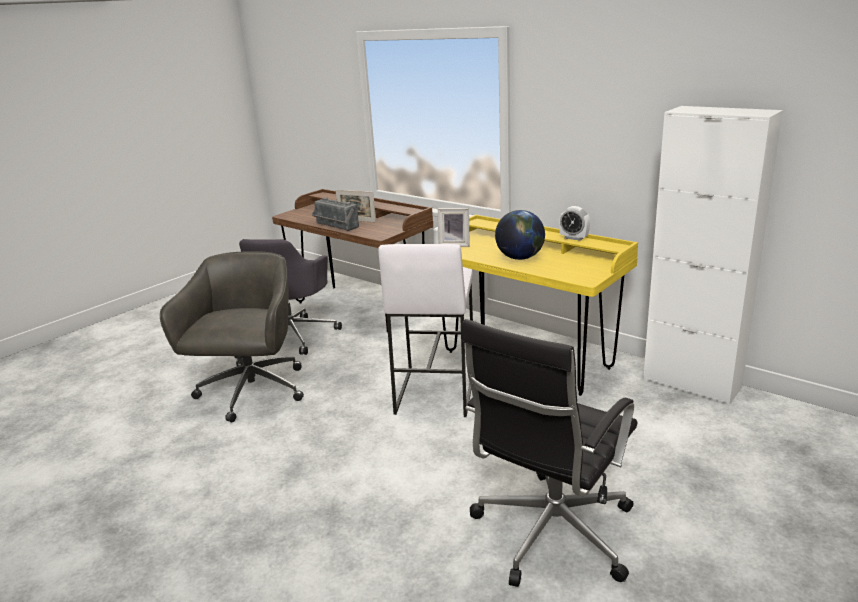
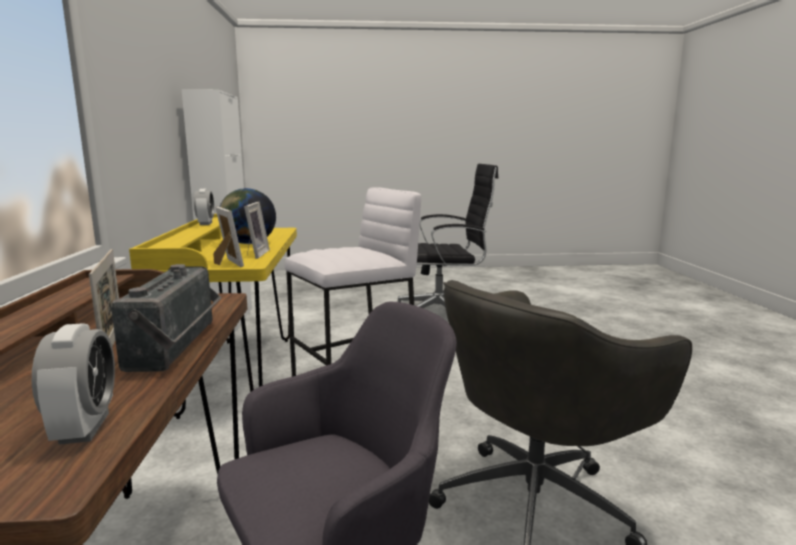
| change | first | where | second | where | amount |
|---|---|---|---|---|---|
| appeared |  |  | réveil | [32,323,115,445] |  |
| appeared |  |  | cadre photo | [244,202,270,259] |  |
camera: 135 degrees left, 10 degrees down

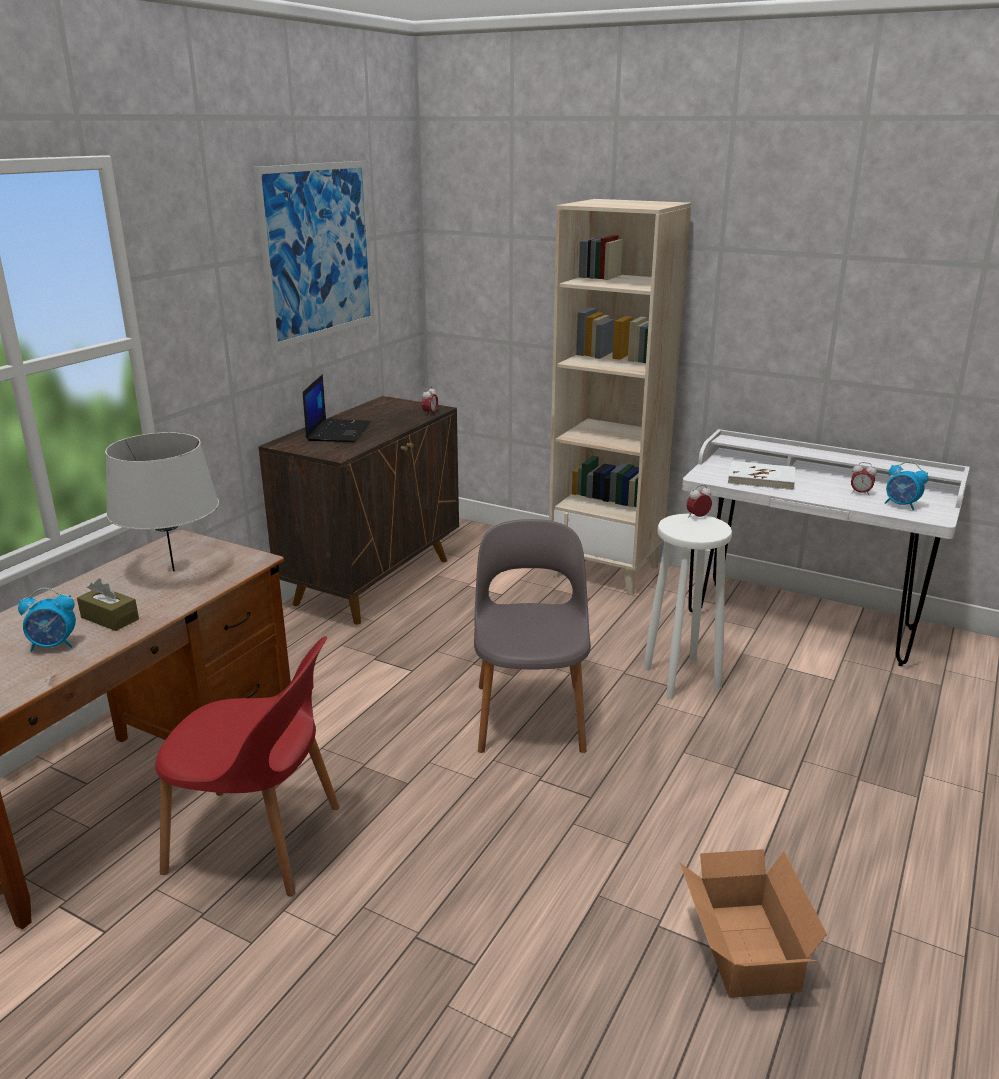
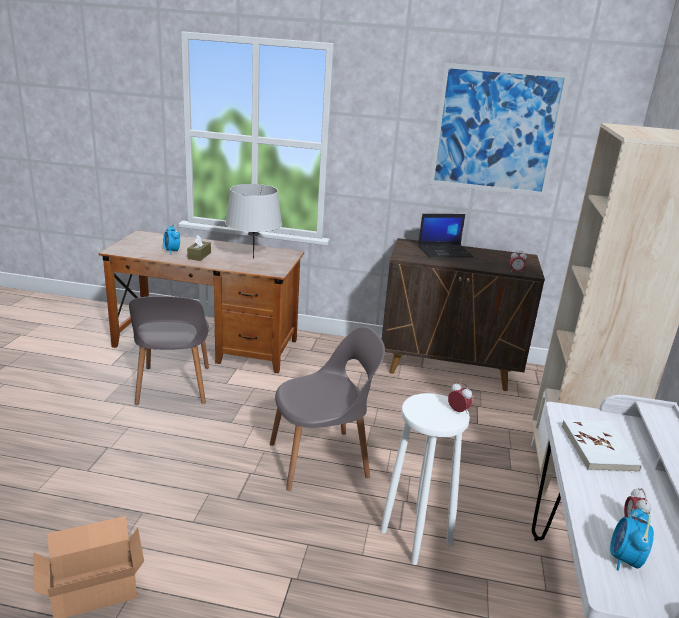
| change | first | where | second | where | amount |
|---|---|---|---|---|---|
| colour | chaise (rouge) | [155,636,340,896] | chaise (gris) | [129,296,209,405] |  |
camera: 70 degrees right, 0 degrees up

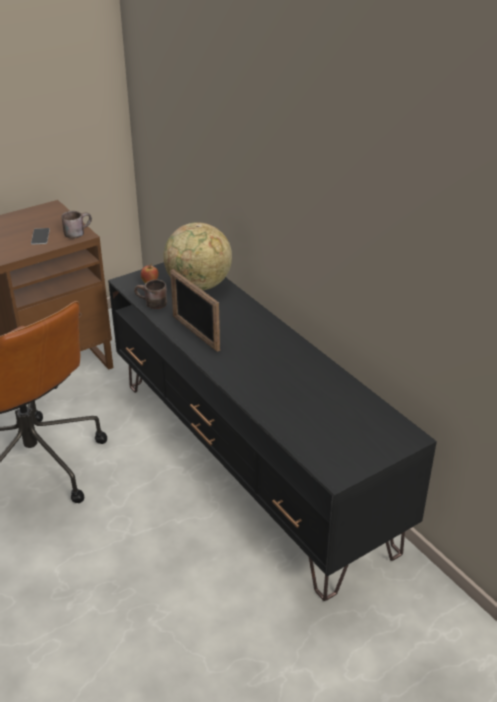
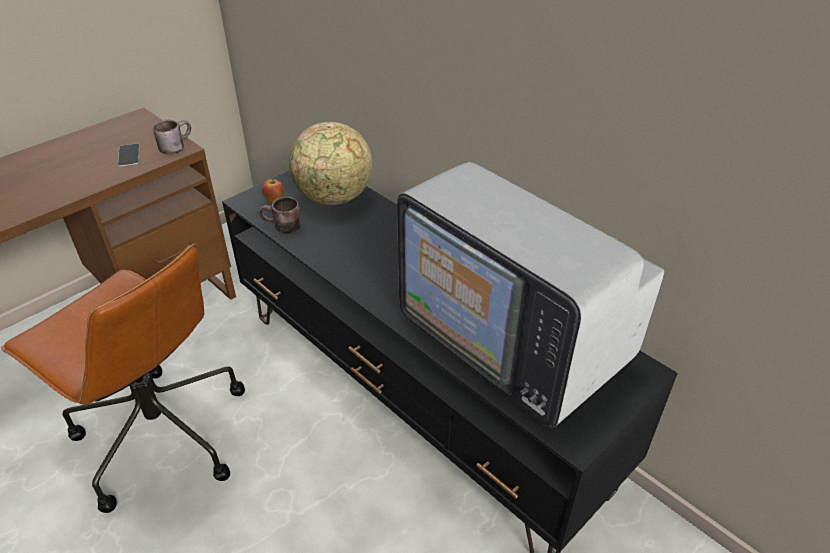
| change | first | where | second | where | amount |
|---|---|---|---|---|---|
| missing | cadre photo | [170,269,220,352] |  |  |  |
| appeared |  |  | téléviseur | [397,162,664,427] |  |
camera: 10 degrees left, 5 degrees up

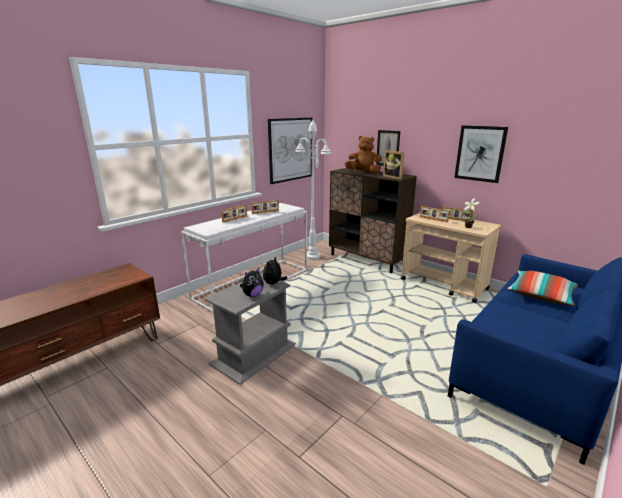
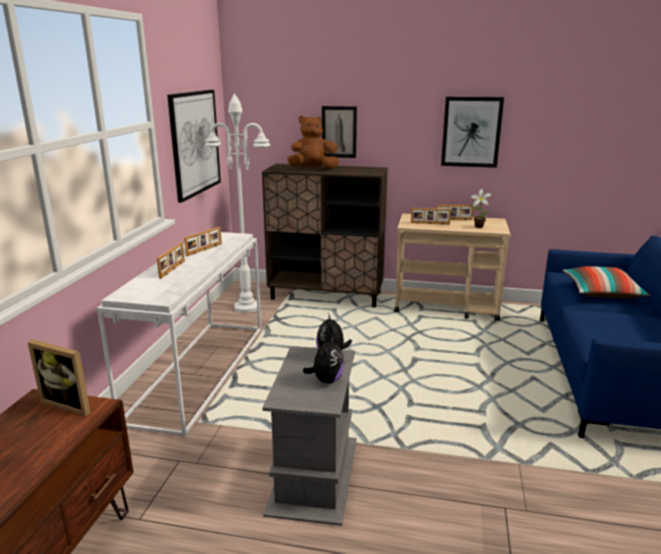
| change | first | where | second | where | amount |
|---|---|---|---|---|---|
| relocated | cadre photo | [383,150,404,179] |  | [28,340,91,416] |  |
camera: 30 degrees left, 0 degrees up

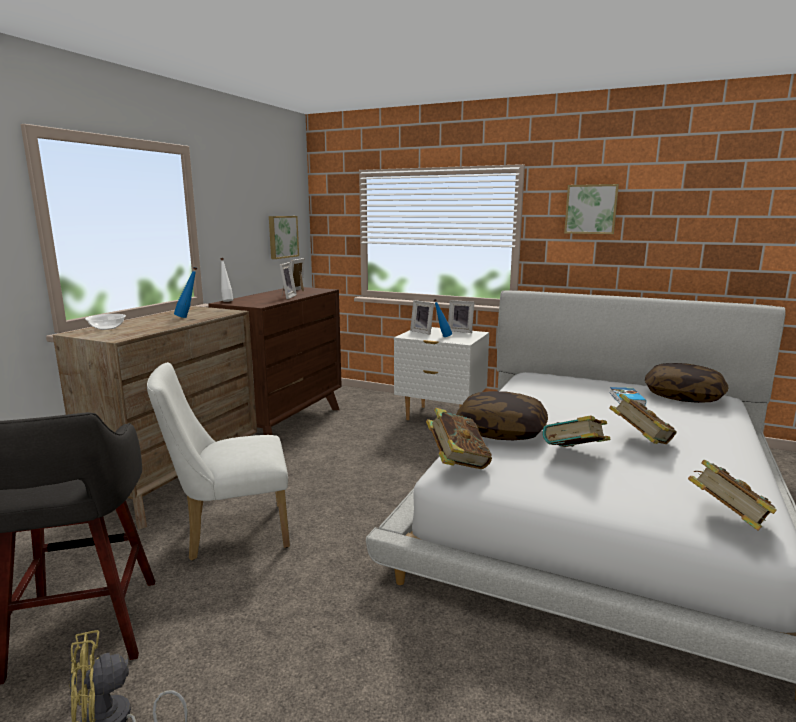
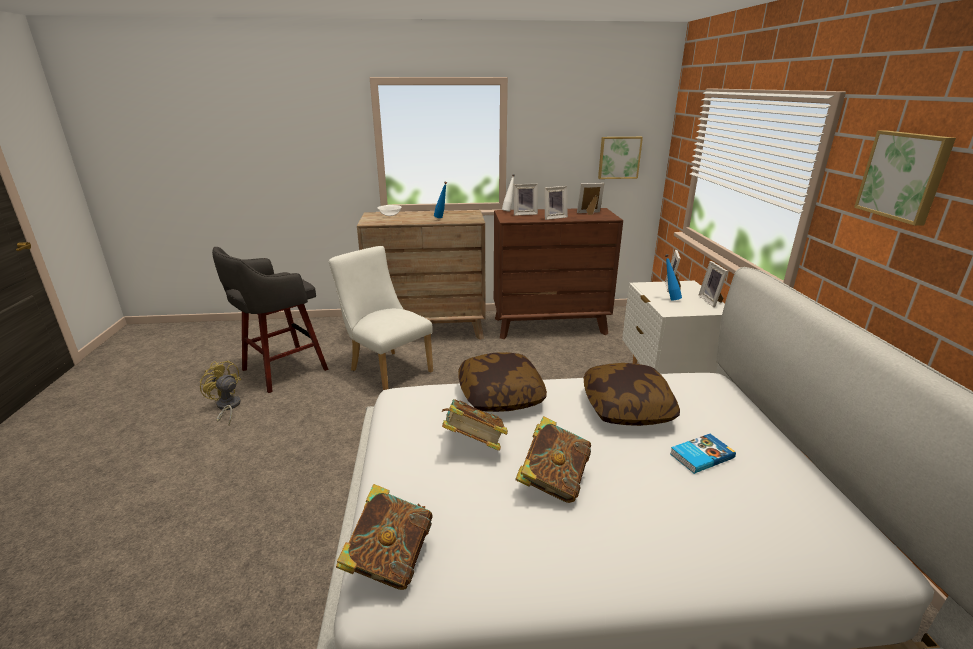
| change | first | where | second | where | amount |
|---|---|---|---|---|---|
| missing | livre | [426,408,492,469] |  |  |  |
| relocated | coussin | [645,363,729,403] |  | [584,363,680,426] |  |
| appeared |  |  | cadre photo | [513,183,538,216] |  |
camera: 60 degrees right, 10 degrees up

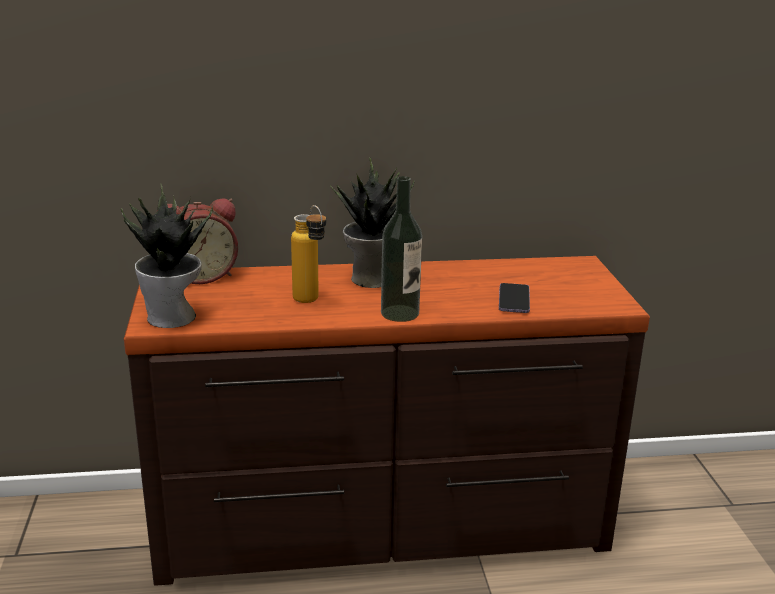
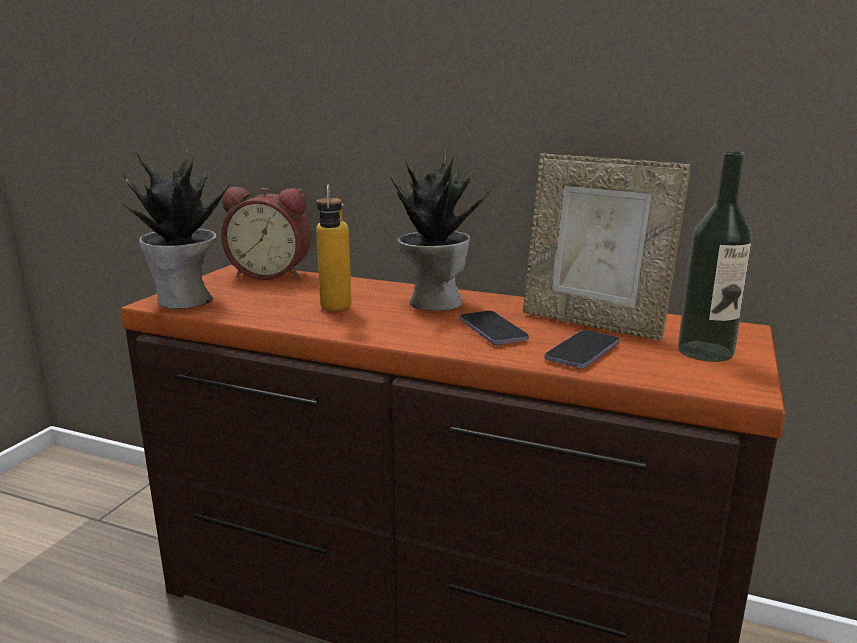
| change | first | where | second | where | amount |
|---|---|---|---|---|---|
| relocated | bouteille | [381,176,422,322] |  | [678,151,753,362] |  |
| appeared |  |  | téléphone | [460,311,529,345] |  |
| appeared |  |  | cadre photo | [523,153,691,341] |  |
camera: 30 degrees right, 5 degrees down

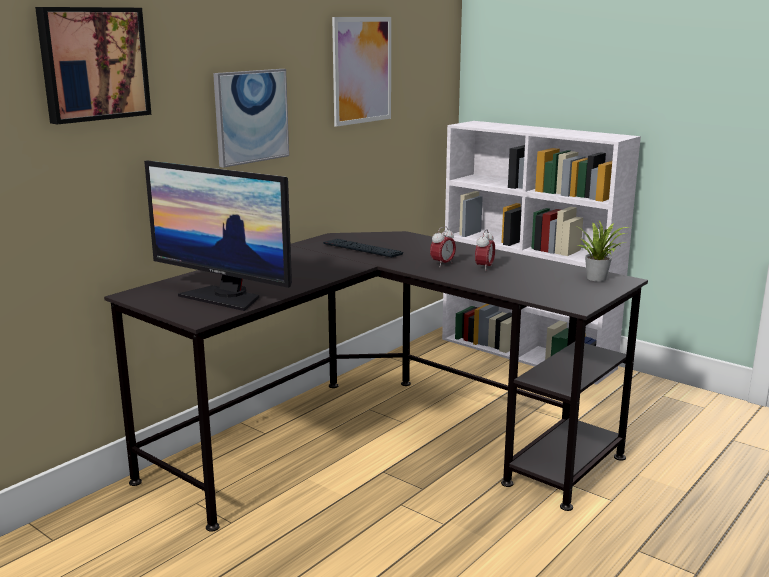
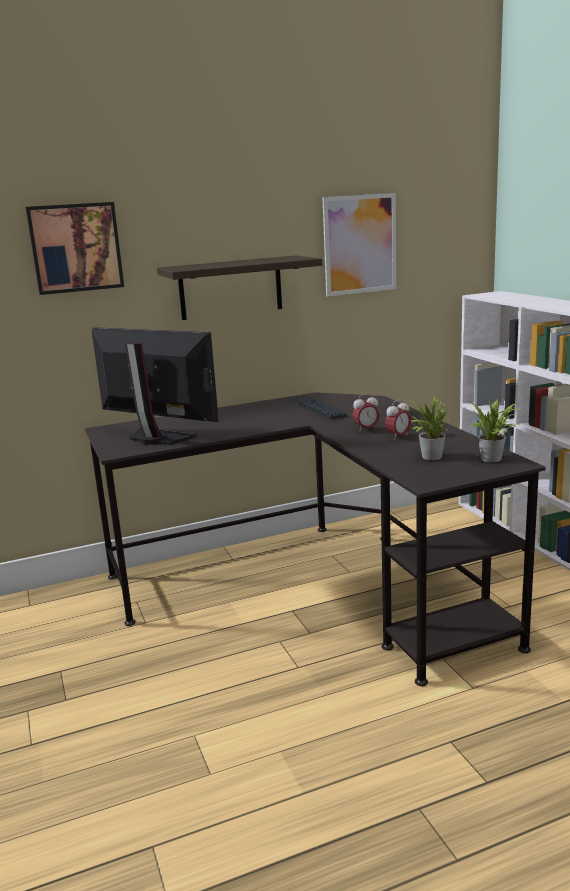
| change | first | where | second | where | amount |
|---|---|---|---|---|---|
| spun | écran d'ordinateur | [144,160,292,311] |  | [92,327,219,445] | 150 degrees clockwise |
| exchanged | tableau | [213,69,289,168] | étagère | [157,255,322,320] |  |
| appeared |  |  | plante en pot | [409,397,453,460] |  |
camera: 30 degrees right, 0 degrees up

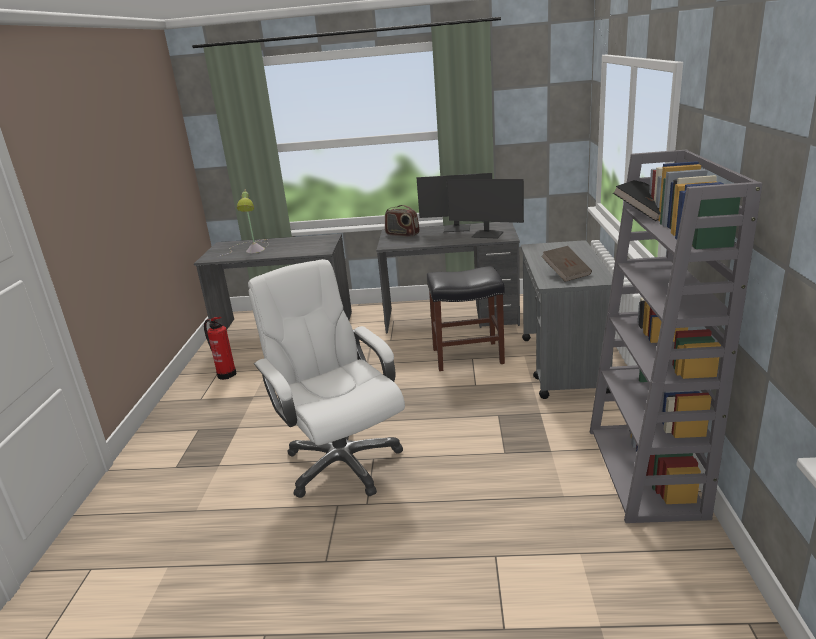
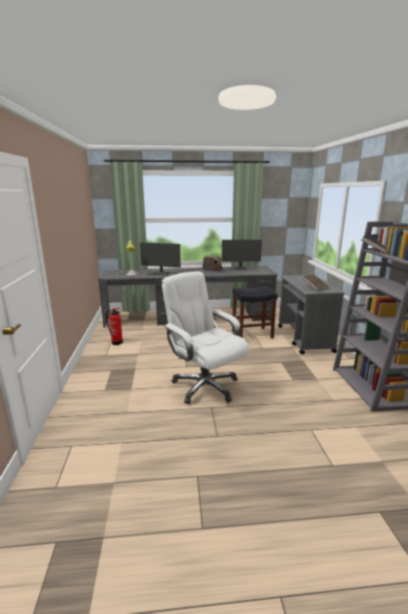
| change | first | where | second | where | amount |
|---|---|---|---|---|---|
| relocated | écran d'ordinateur | [447,179,524,239] |  | [140,242,181,276] |  |
camera: 10 degrees left, 5 degrees down

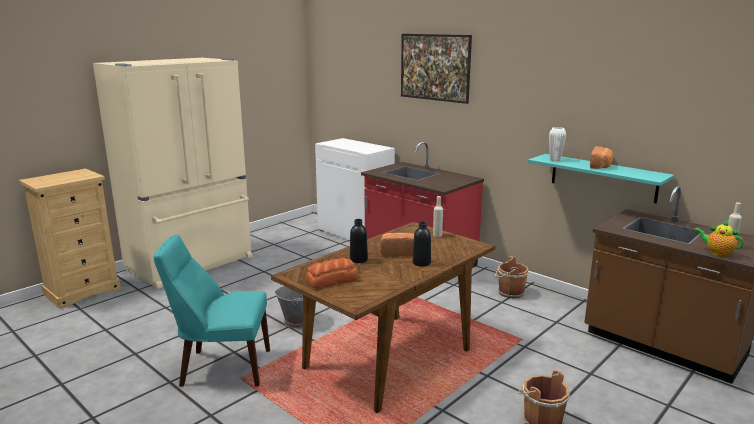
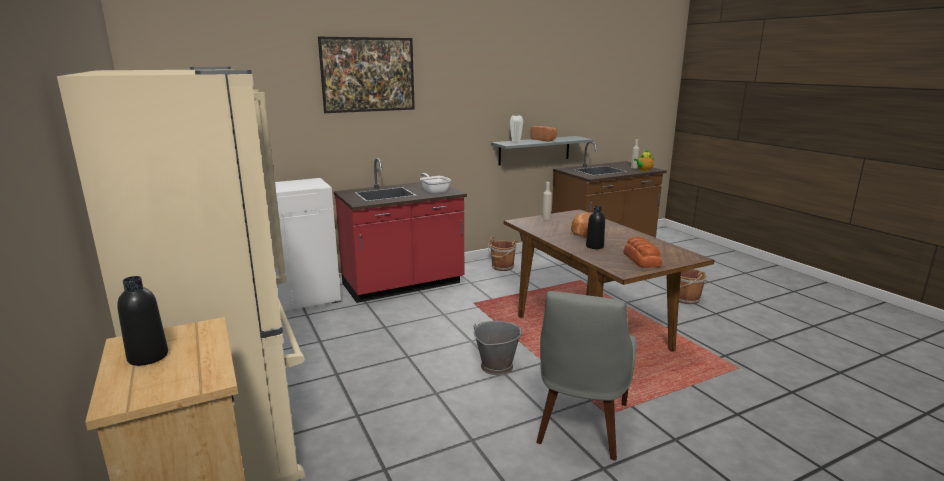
| change | first | where | second | where | amount |
|---|---|---|---|---|---|
| colour | chaise (turquoise) | [154,235,270,387] | chaise (gris) | [536,291,637,461] |  |
| relocated | bouteille (noir) | [413,222,431,266] |  | [117,276,168,366] |  |
| colour | étagère (turquoise) | [528,154,674,203] | étagère (gris) | [491,136,593,166] |  |
| appeared |  |  | poêle | [420,173,452,194] |  |
camera: 70 degrees left, 0 degrees up

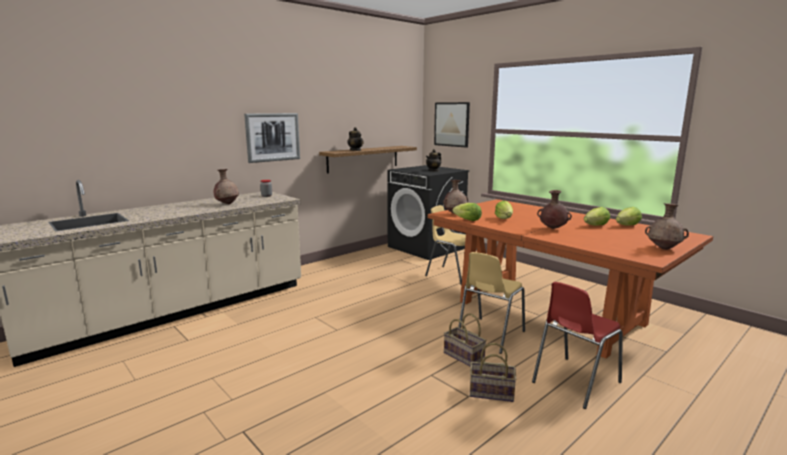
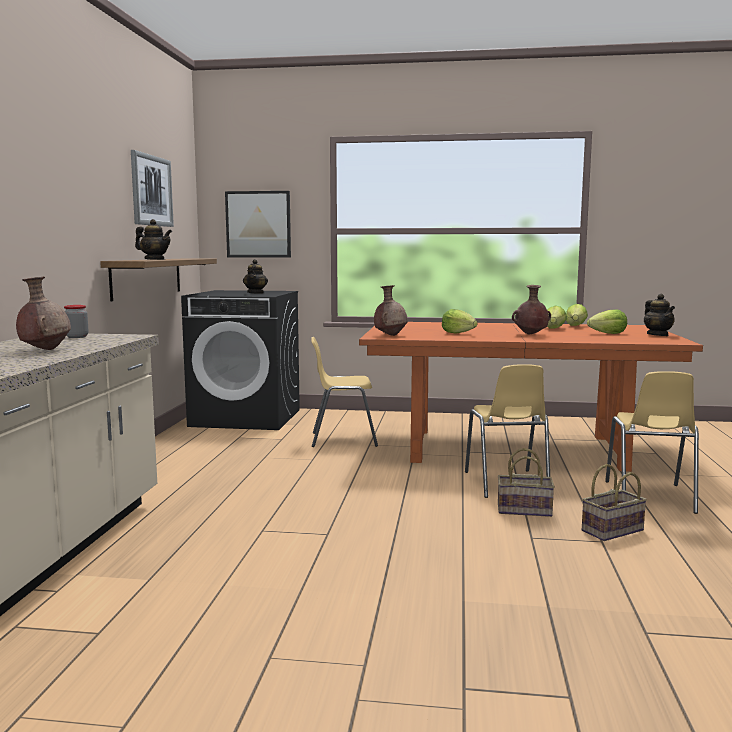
| change | first | where | second | where | amount |
|---|---|---|---|---|---|
| relocated | tableau | [244,113,300,163] |  | [131,150,174,227] |  |
| relocated | laitue | [452,203,482,221] |  | [587,309,627,334] |  |
| colour | chaise (rouge) | [532,282,623,409] | chaise (jaune) | [605,371,699,514] |  |
| exchanged | vase (marron) | [645,203,689,250] | théière | [644,294,675,336] |  |
camera: 40 degrees left, 5 degrees down

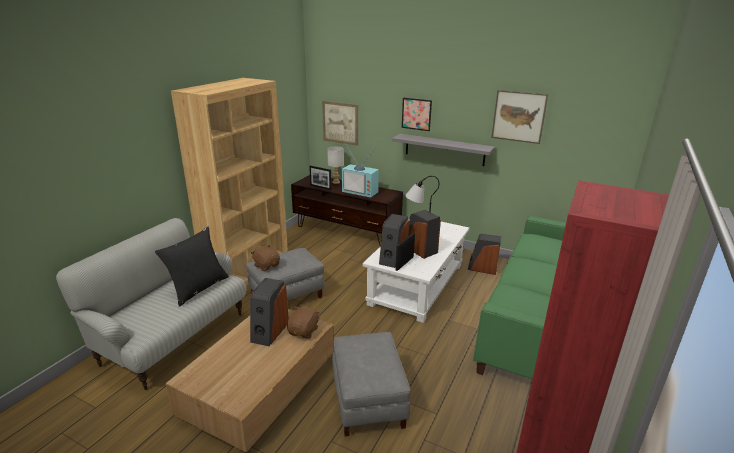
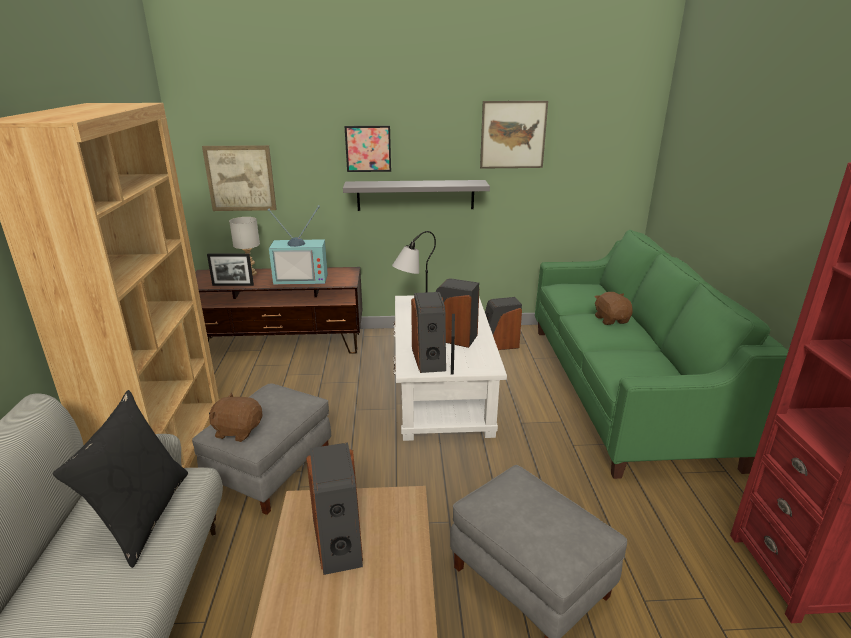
| change | first | where | second | where | amount |
|---|---|---|---|---|---|
| relocated | peluche (marron) | [287,306,320,339] |  | [595,292,633,325] |  |
camera: 30 degrees left, 0 degrees up

